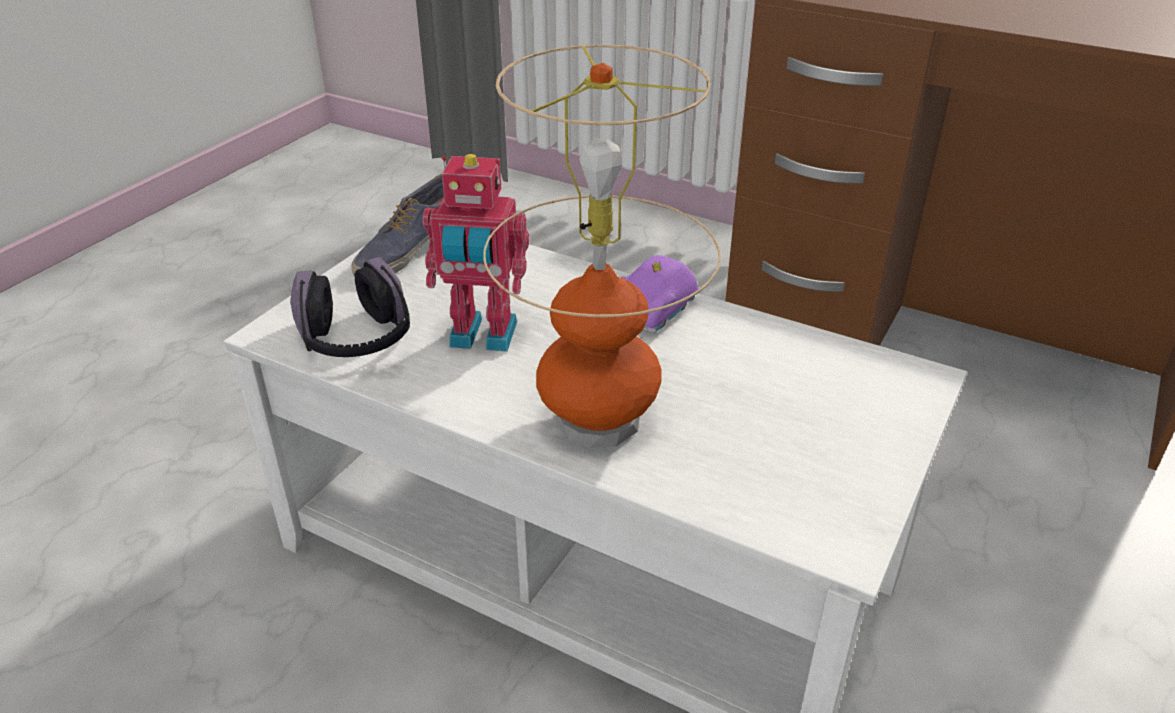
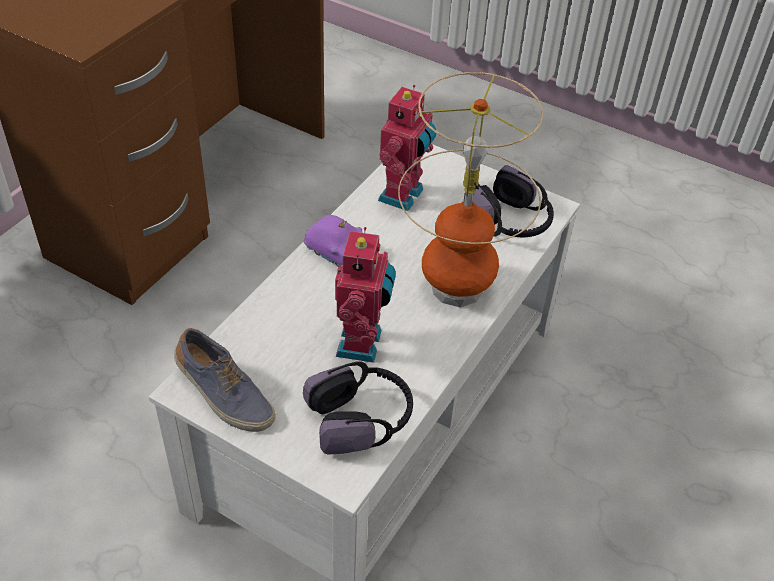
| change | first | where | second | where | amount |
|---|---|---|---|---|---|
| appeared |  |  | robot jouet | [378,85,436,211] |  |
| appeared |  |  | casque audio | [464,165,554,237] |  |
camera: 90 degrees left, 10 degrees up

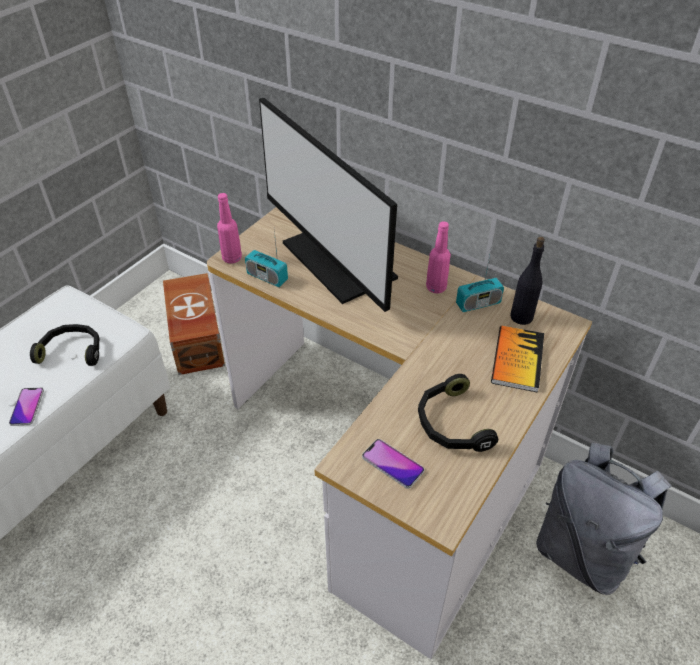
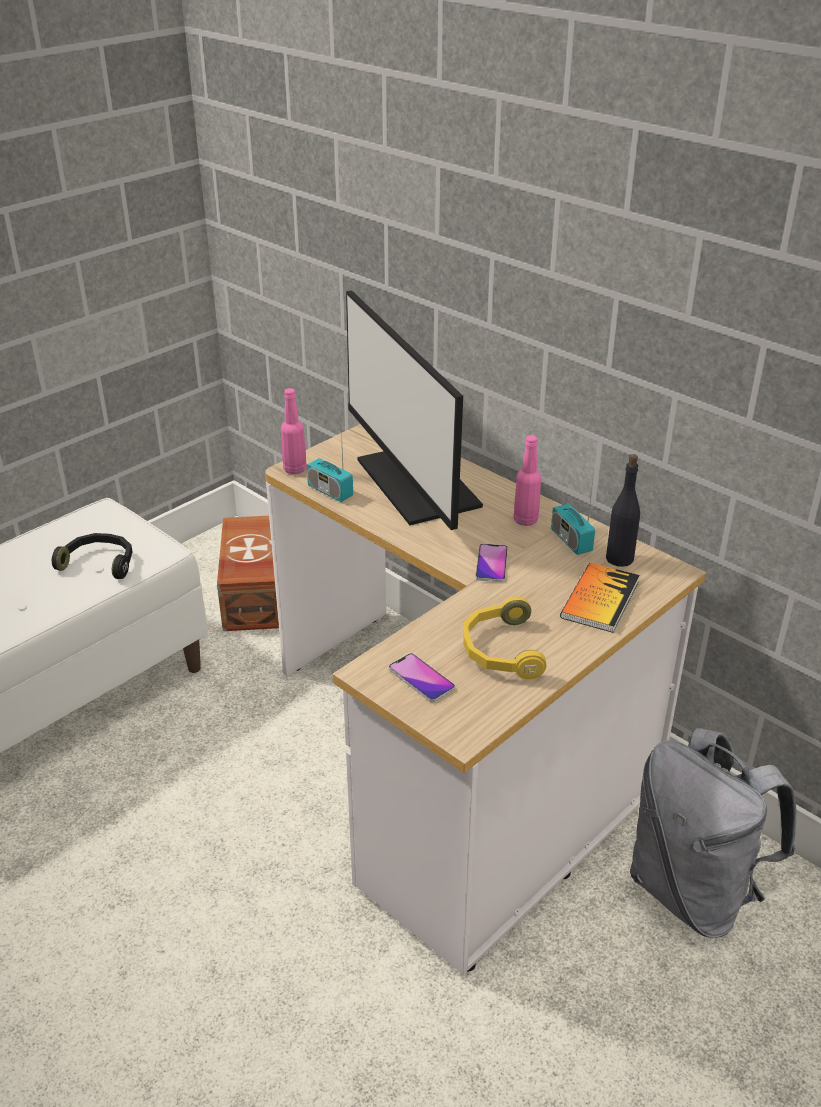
| change | first | where | second | where | amount |
|---|---|---|---|---|---|
| relocated | téléphone | [9,387,44,426] |  | [475,544,508,582] |  |
| colour | casque audio (noir) | [418,374,498,452] | casque audio (jaune) | [463,597,546,679] |  |
| spun | radio | [456,250,504,312] |  | [551,480,595,555] | 75 degrees clockwise |
camera: 10 degrees right, 10 degrees down

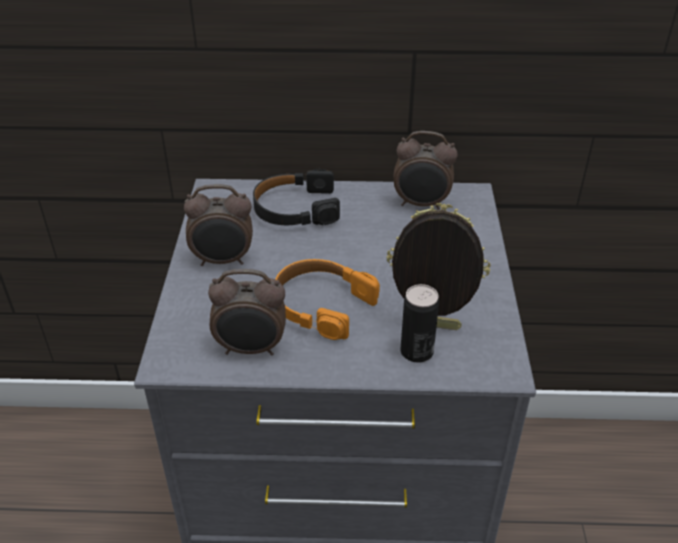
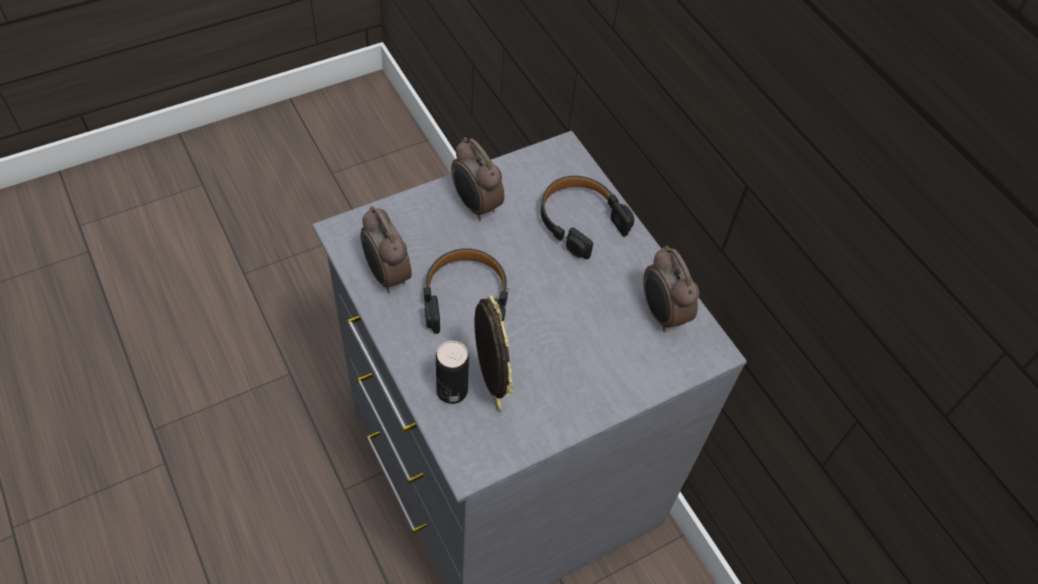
| change | first | where | second | where | amount |
|---|---|---|---|---|---|
| colour | casque audio (orange) | [275,259,380,340] | casque audio (noir) | [424,248,508,334] |  |
camera: 55 degrees right, 15 degrees up

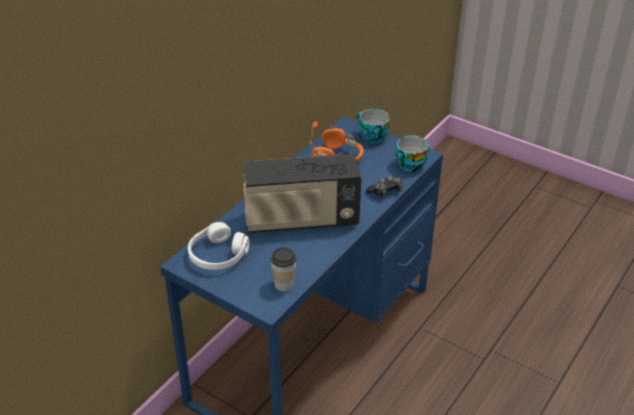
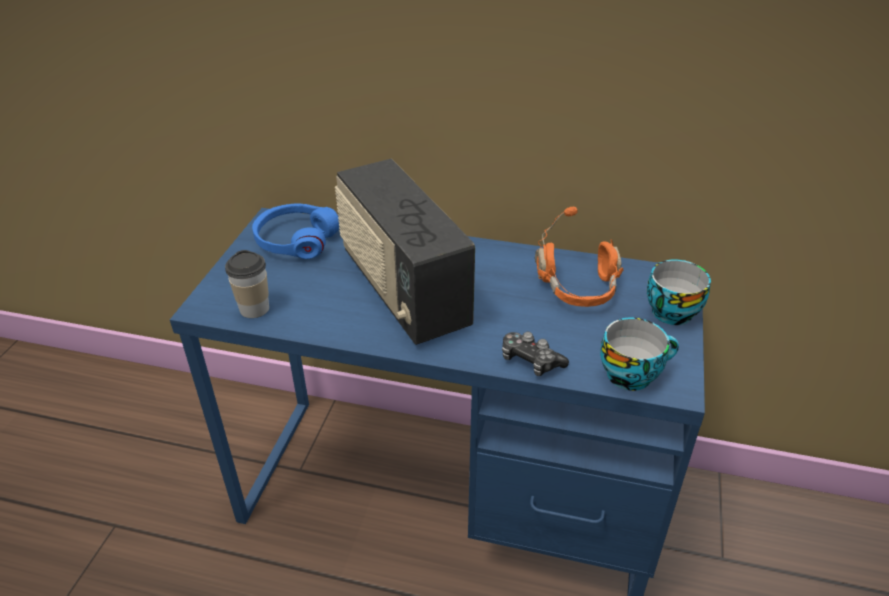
| change | first | where | second | where | amount |
|---|---|---|---|---|---|
| colour | casque audio (blanc) | [188,222,249,270] | casque audio (bleu) | [252,203,340,259] |  |
camera: 70 degrees right, 0 degrees up

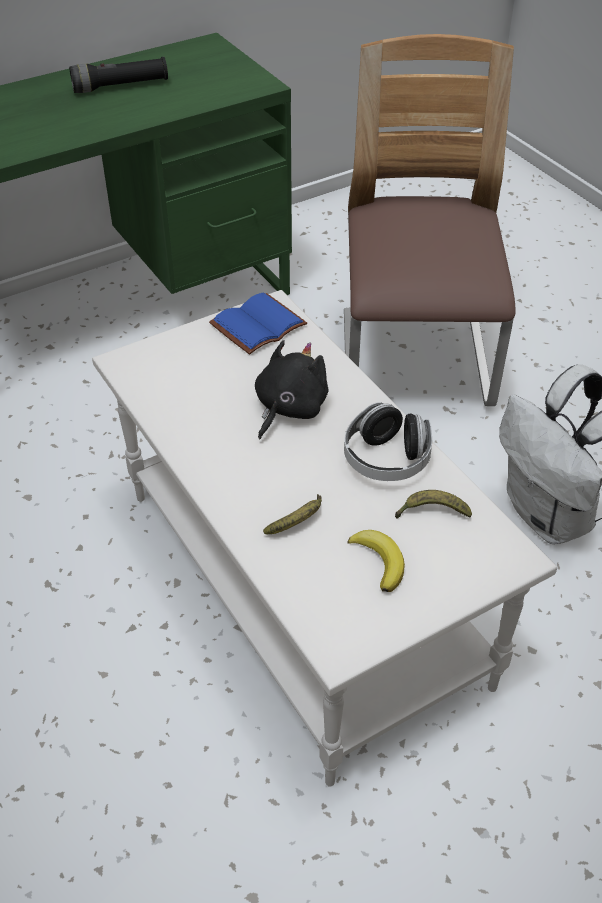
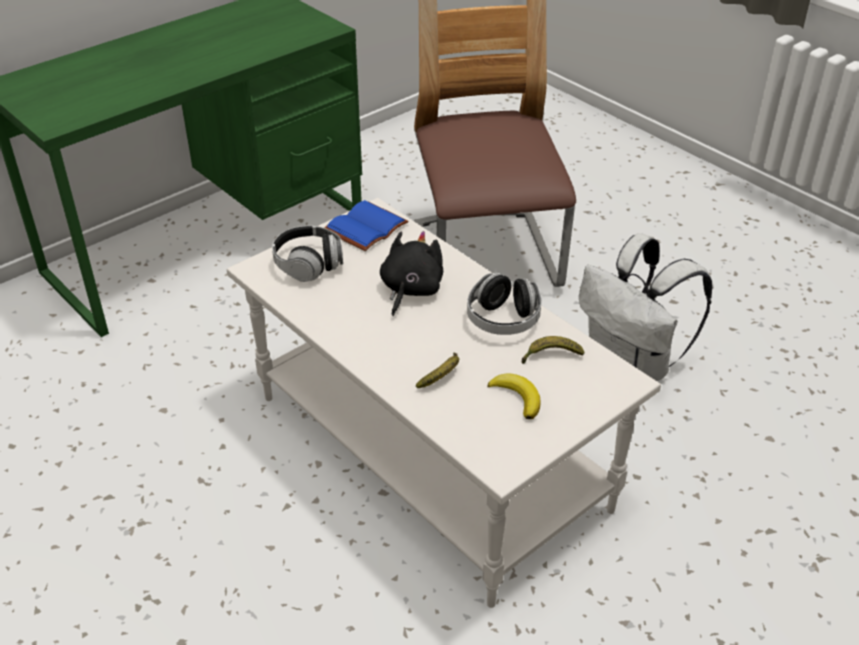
| change | first | where | second | where | amount |
|---|---|---|---|---|---|
| missing | lampe de poche (noir) | [69,57,168,93] |  |  |  |
| appeared |  |  | casque audio | [272,226,343,282] |  |
camera: 10 degrees left, 5 degrees down

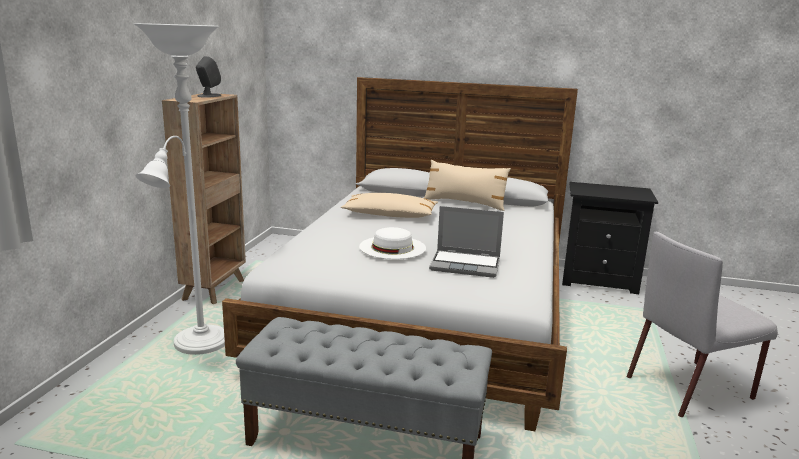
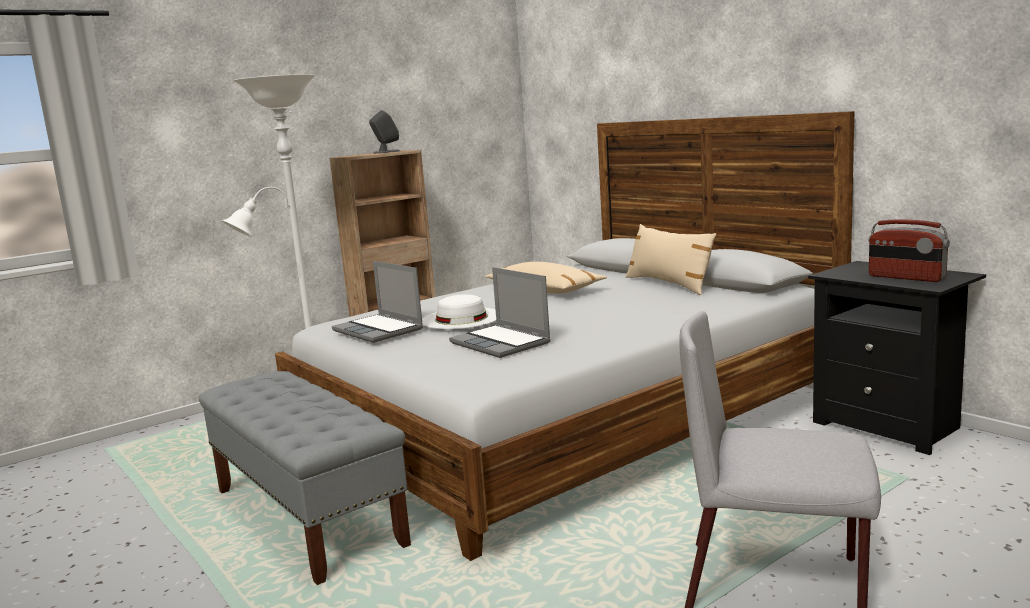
| change | first | where | second | where | amount |
|---|---|---|---|---|---|
| appeared |  |  | ordinateur portable | [332,261,423,343] |  |
| appeared |  |  | radio | [869,219,950,282] |  |
camera: 40 degrees right, 5 degrees down

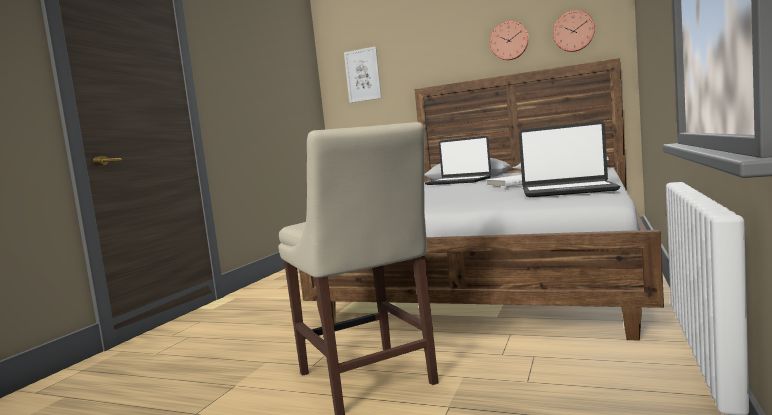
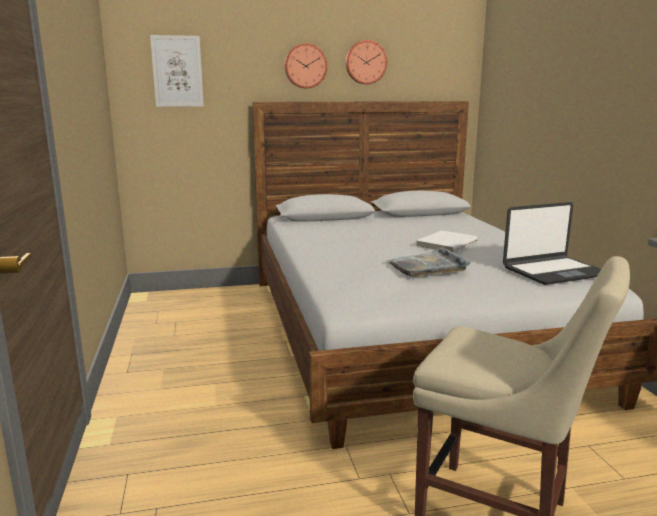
| change | first | where | second | where | amount |
|---|---|---|---|---|---|
| missing | ordinateur portable | [425,136,491,185] |  |  |  |
| relocated | horloge murale | [553,10,595,52] |  | [285,43,327,88] |  |
| appeared |  |  | plateau (gris) | [385,248,471,277] |  |
camera: 35 degrees left, 10 degrees up

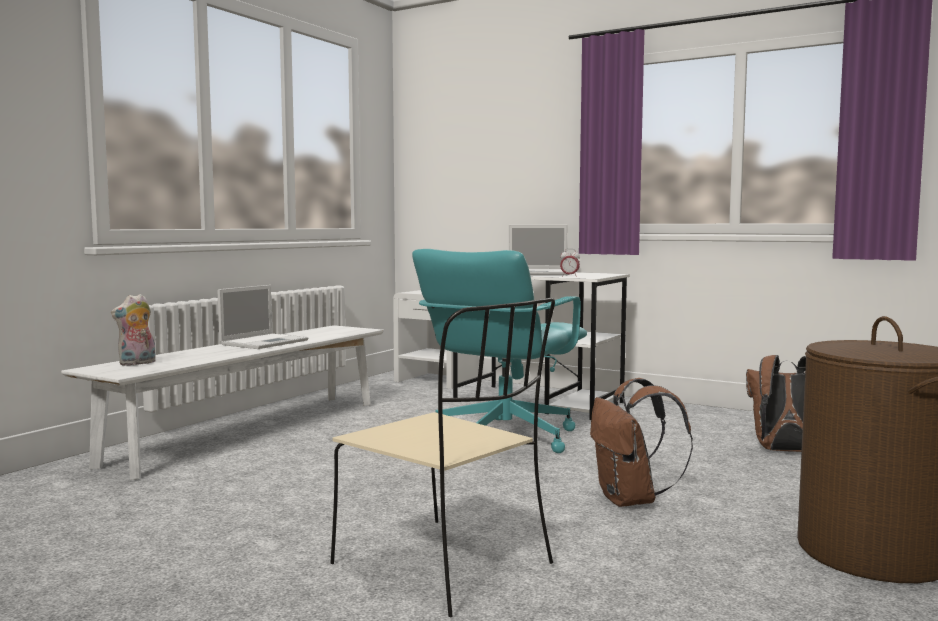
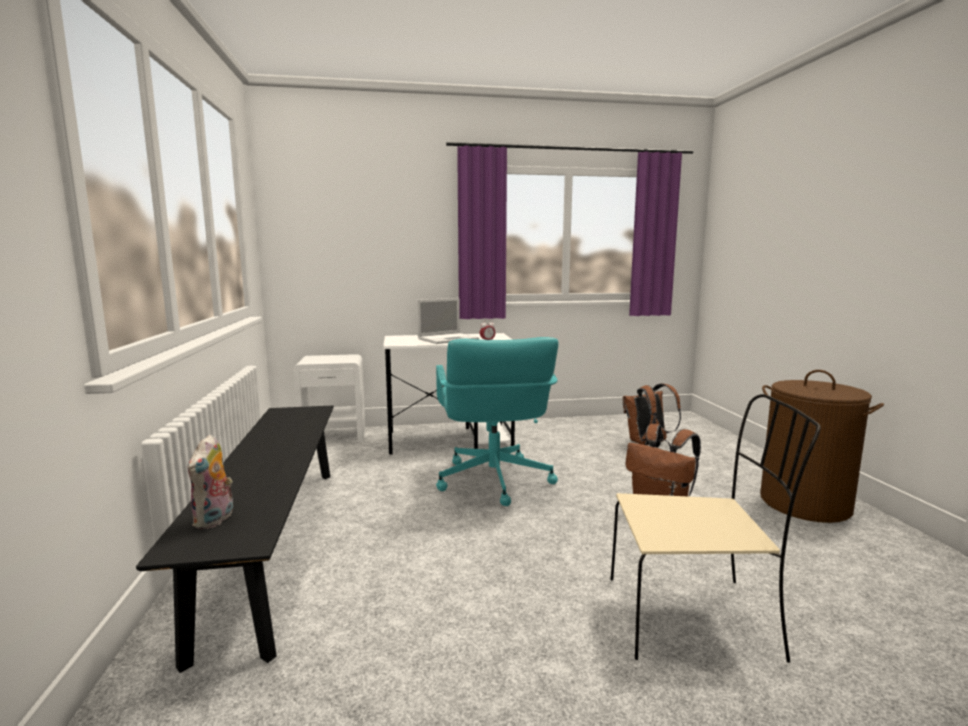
| change | first | where | second | where | amount |
|---|---|---|---|---|---|
| colour | banc (blanc) | [61,325,384,480] | banc (noir) | [136,405,333,673] |  |
| missing | ordinateur portable | [217,285,308,349] |  |  |  |
camera: 40 degrees left, 5 degrees up

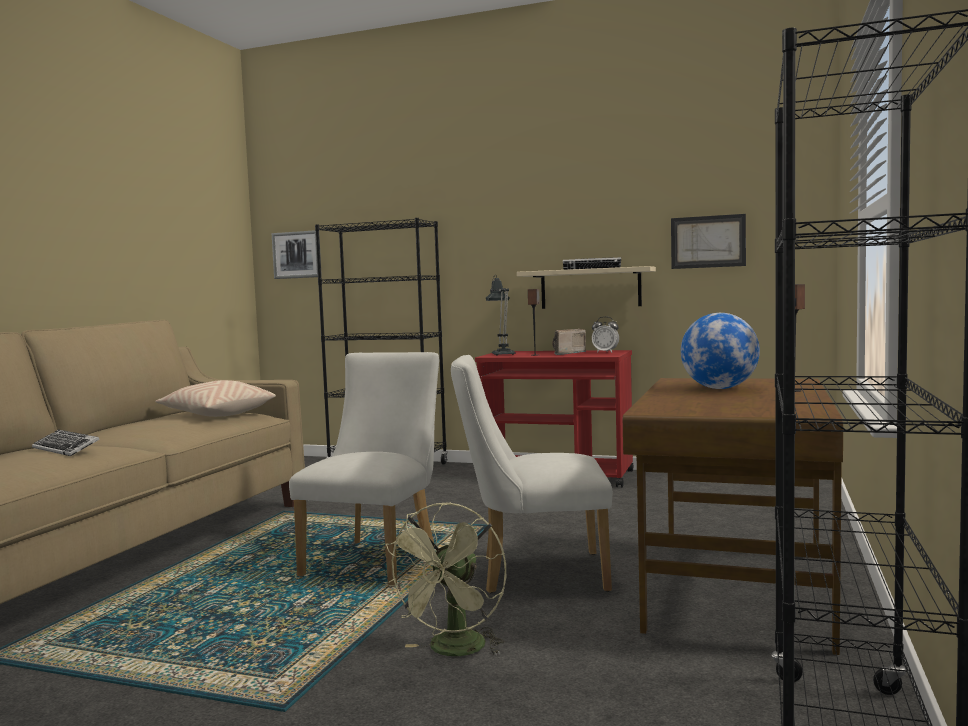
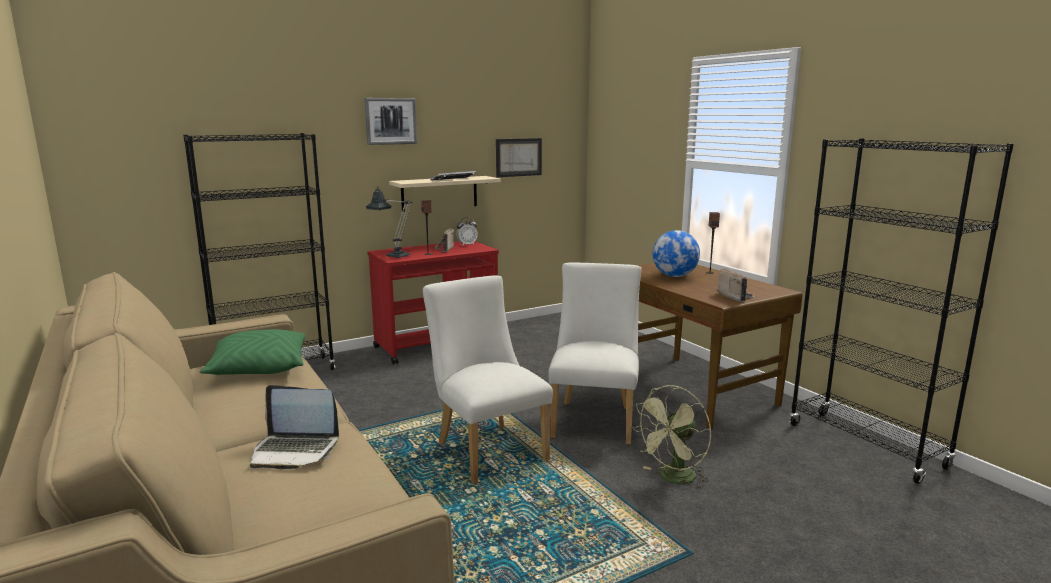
| change | first | where | second | where | amount |
|---|---|---|---|---|---|
| exchanged | clavier | [32,429,100,456] | ordinateur portable | [250,385,339,469] |  |
| colour | coussin (beige) | [155,380,276,417] | coussin (vert) | [200,329,306,375] |  |
| relocated | tableau | [272,230,322,279] |  | [364,98,417,145] |  |
| spun | ventilateur (vert) | [383,502,506,656] |  | [632,385,711,490] | 75 degrees clockwise |
| spun | chaise (blanc) | [451,355,612,593] |  | [548,262,642,445] | 150 degrees clockwise |
| appeared |  |  | radio | [718,268,756,302] |  |
camera: 50 degrees left, 10 degrees up

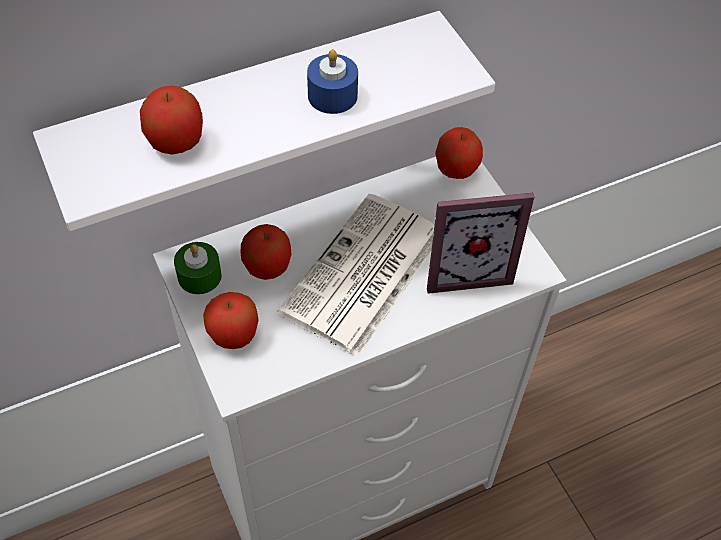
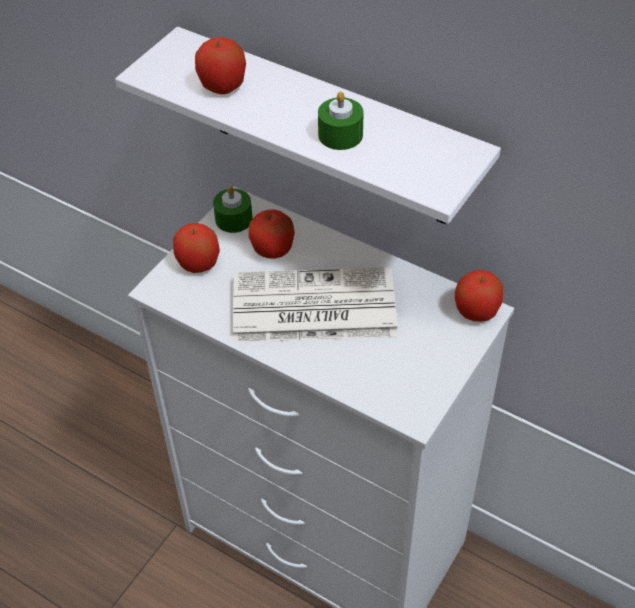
| change | first | where | second | where | amount |
|---|---|---|---|---|---|
| colour | bougie (bleu) | [307,49,358,114] | bougie (vert) | [318,91,364,150] |  |
| missing | cadre photo | [427,193,534,294] |  |  |  |
camera: 60 degrees right, 5 degrees down

